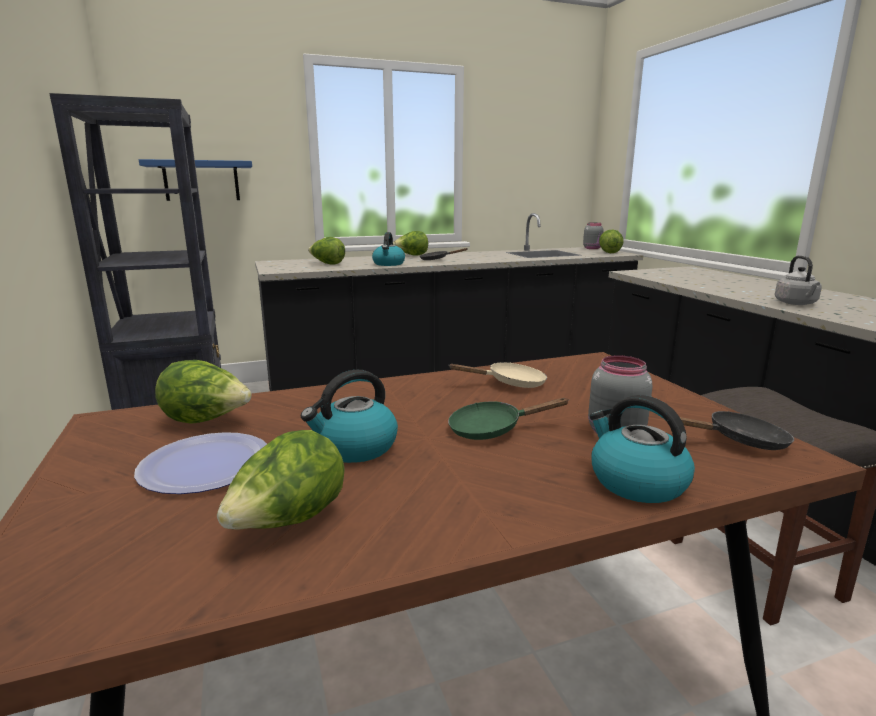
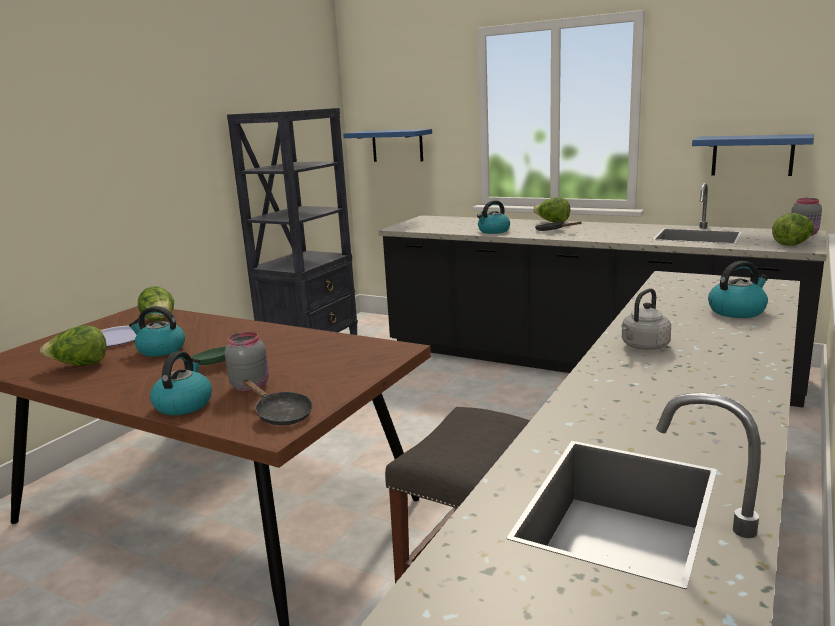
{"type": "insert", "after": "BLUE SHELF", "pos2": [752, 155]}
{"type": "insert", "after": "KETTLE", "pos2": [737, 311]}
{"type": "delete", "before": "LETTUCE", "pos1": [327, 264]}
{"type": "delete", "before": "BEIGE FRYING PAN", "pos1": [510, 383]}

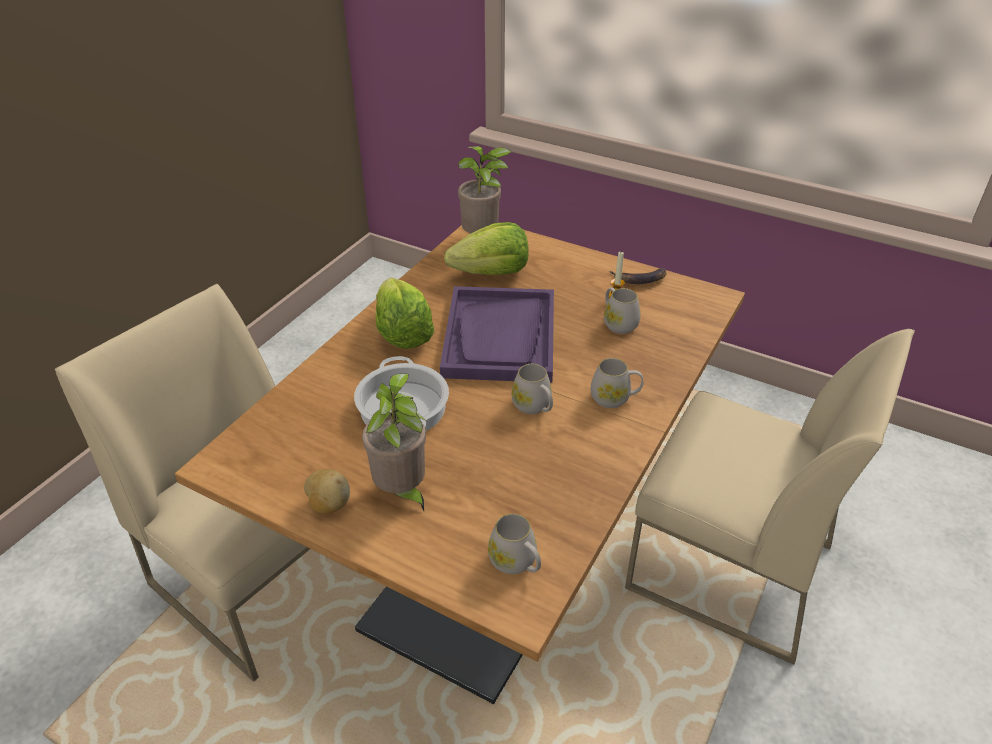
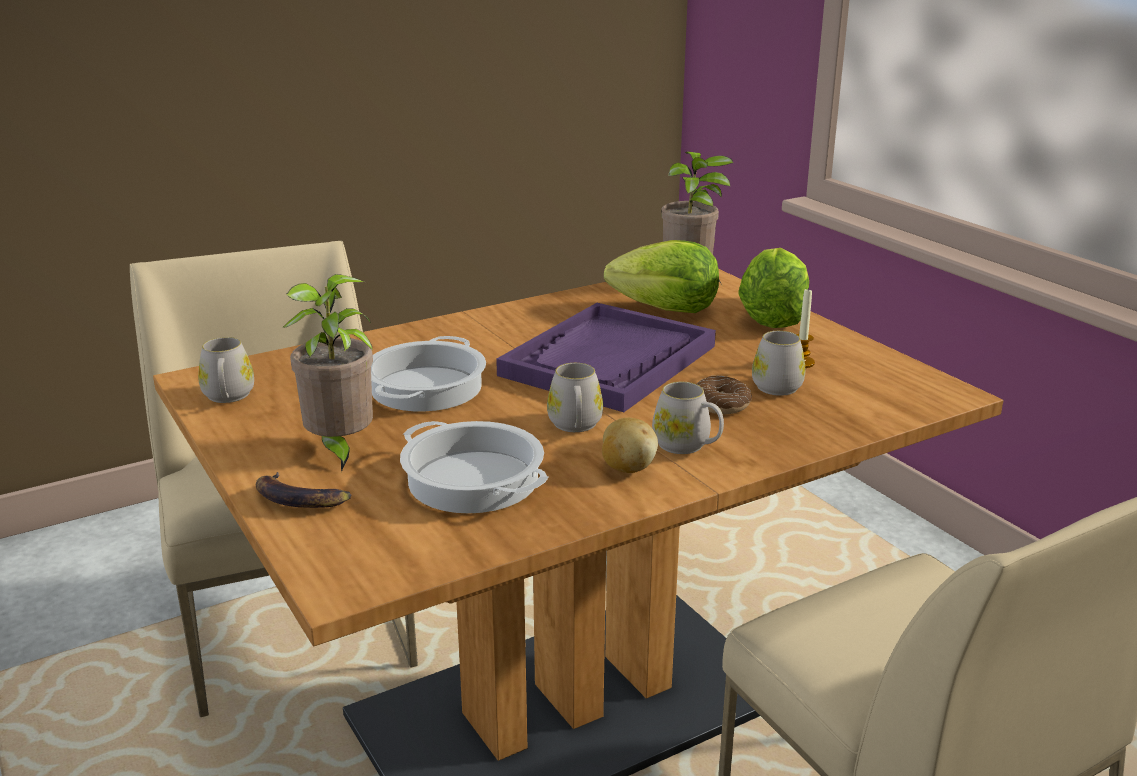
{"type": "move", "before": "WHITE MUG", "pos1": [516, 563], "pos2": [228, 397]}
{"type": "move", "before": "BANANA", "pos1": [639, 279], "pos2": [300, 498]}
{"type": "insert", "after": "COOKING POT", "pos2": [471, 480]}
{"type": "move", "before": "POTATO", "pos1": [328, 504], "pos2": [627, 468]}
{"type": "insert", "after": "DONUT", "pos2": [720, 404]}
{"type": "move", "before": "LETTUCE", "pos1": [402, 333], "pos2": [772, 317]}

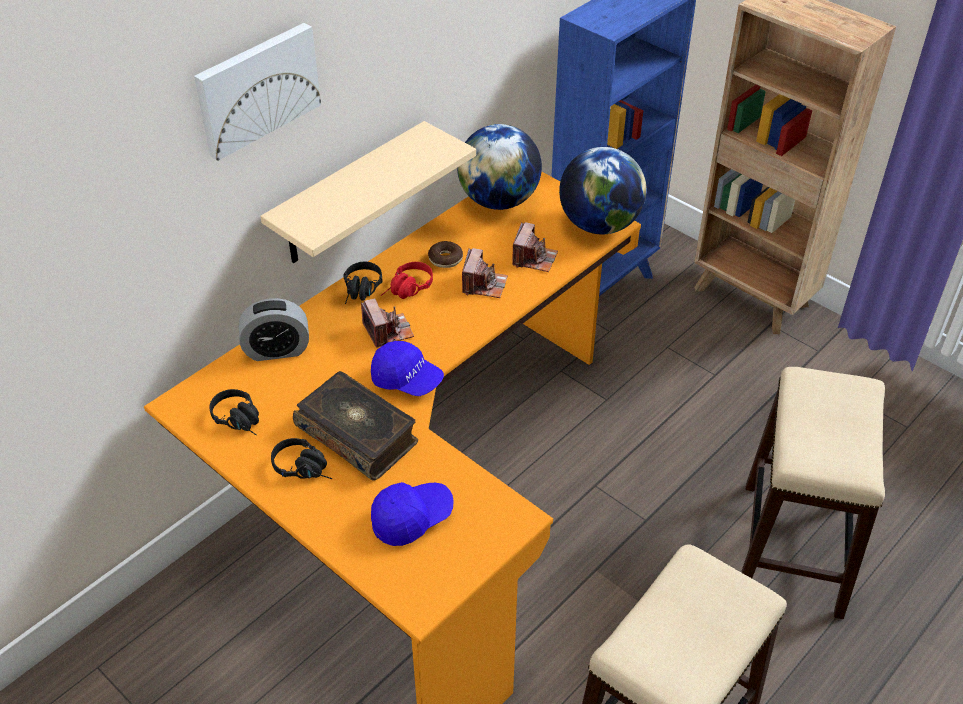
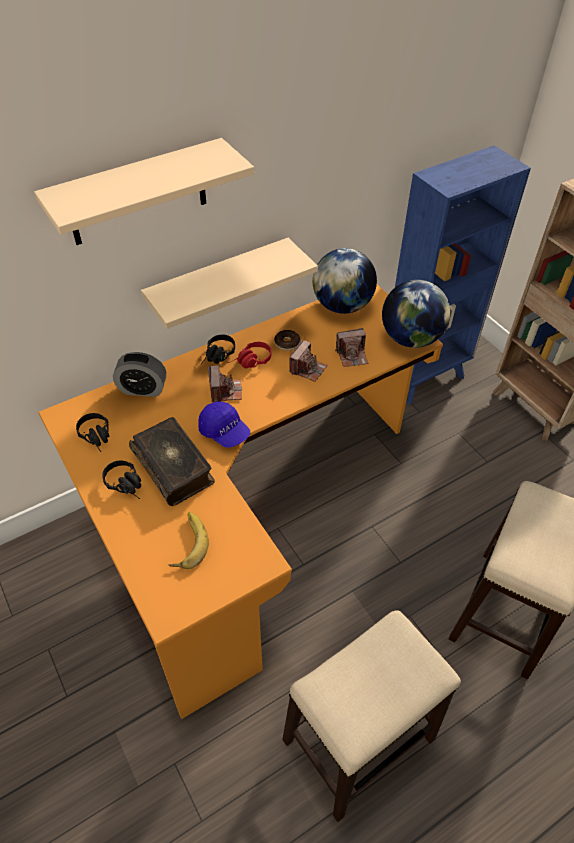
{"type": "replace", "before": "PICTURE", "after": "BEIGE SHELF", "pos1": [256, 88], "pos2": [137, 193]}
{"type": "replace", "before": "BLUE CAP", "after": "BANANA", "pos1": [411, 518], "pos2": [187, 543]}
{"type": "rotate", "before": "PHOTO CAMERA", "pos1": [534, 258], "pos2": [352, 355], "turn": 45}

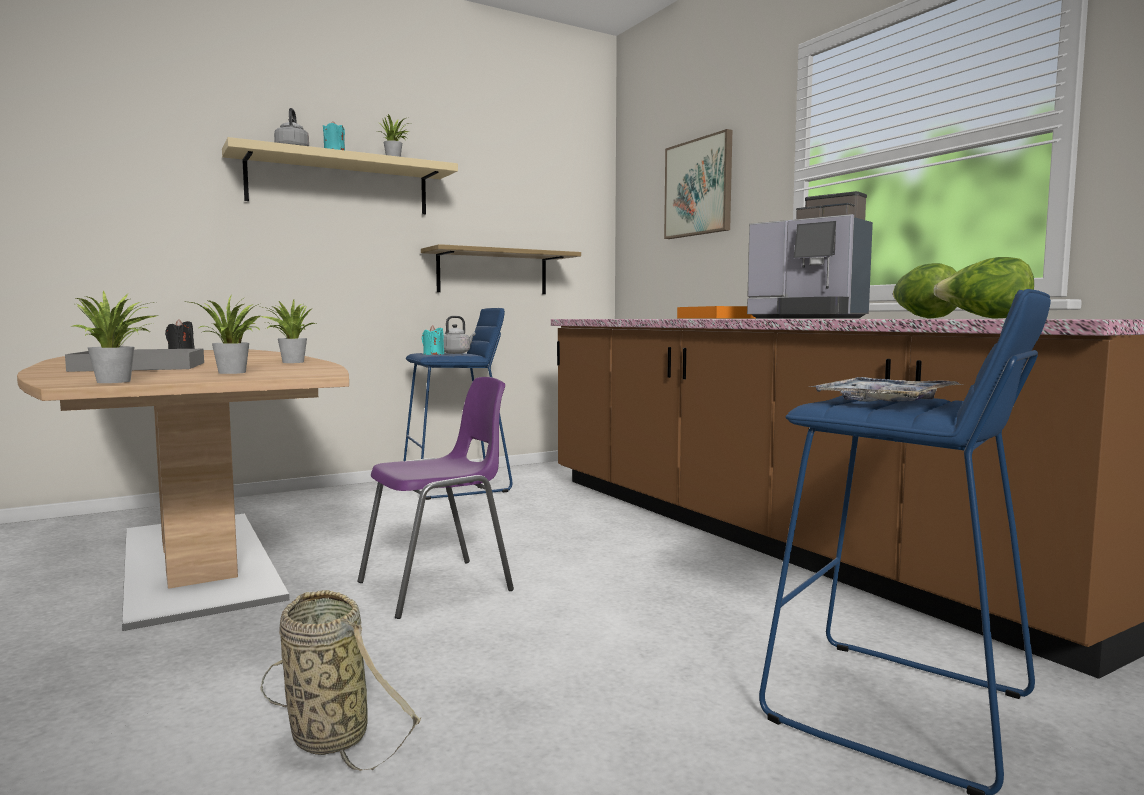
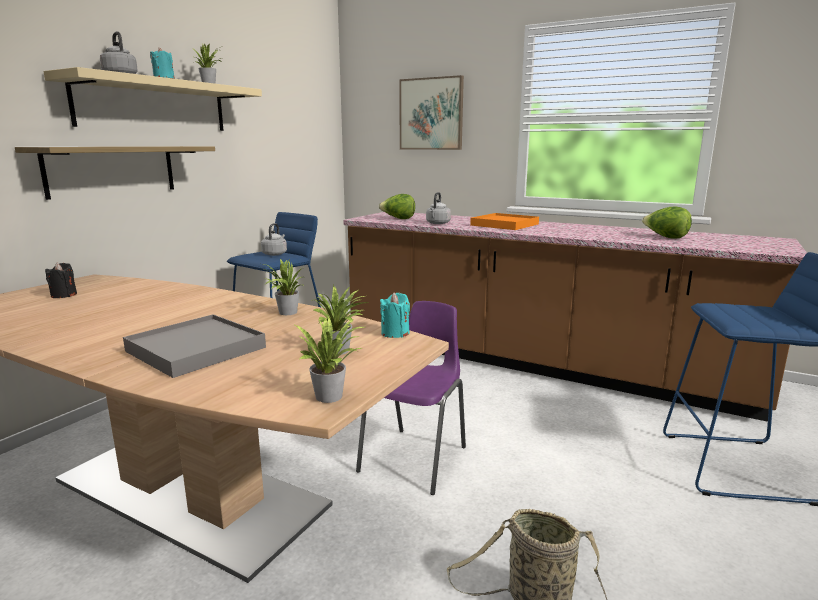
{"type": "move", "before": "SHELF", "pos1": [492, 272], "pos2": [112, 170]}
{"type": "move", "before": "LETTUCE", "pos1": [984, 318], "pos2": [398, 219]}
{"type": "move", "before": "TURQUOISE CANDLE", "pos1": [433, 354], "pos2": [395, 333]}
{"type": "insert", "after": "GREY KETTLE", "pos2": [437, 223]}
{"type": "delete", "before": "COFFEE MACHINE", "pos1": [808, 318]}
{"type": "delete", "before": "TRAY", "pos1": [884, 402]}

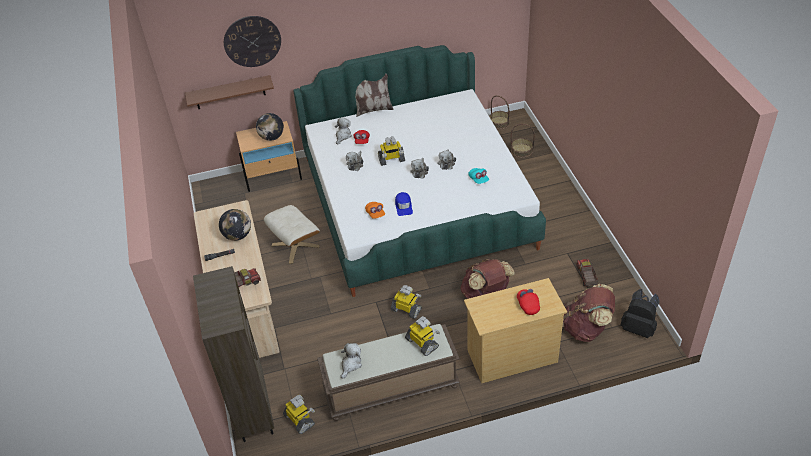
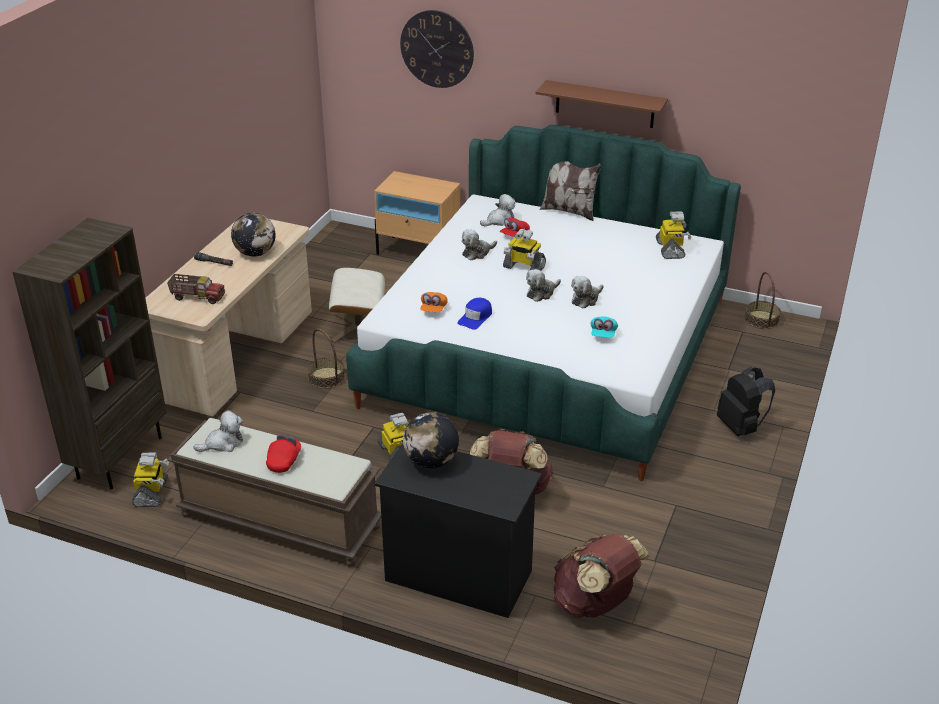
{"type": "move", "before": "RED CAP", "pos1": [528, 305], "pos2": [284, 460]}
{"type": "move", "before": "BASKET", "pos1": [521, 150], "pos2": [326, 378]}
{"type": "recolor", "before": "BEIGE DRESSER", "after": "BLACK DRESSER", "pos1": [511, 356], "pos2": [458, 575]}
{"type": "move", "before": "GLOBE", "pos1": [272, 137], "pos2": [431, 461]}
{"type": "move", "before": "BROWN SHELF", "pos1": [230, 92], "pos2": [605, 104]}
{"type": "move", "before": "TOY ROBOT", "pos1": [422, 343], "pos2": [670, 250]}
{"type": "move", "before": "BLACK BACKPACK", "pos1": [638, 328], "pos2": [741, 427]}
{"type": "delete", "before": "TOY TRUCK", "pos1": [586, 277]}

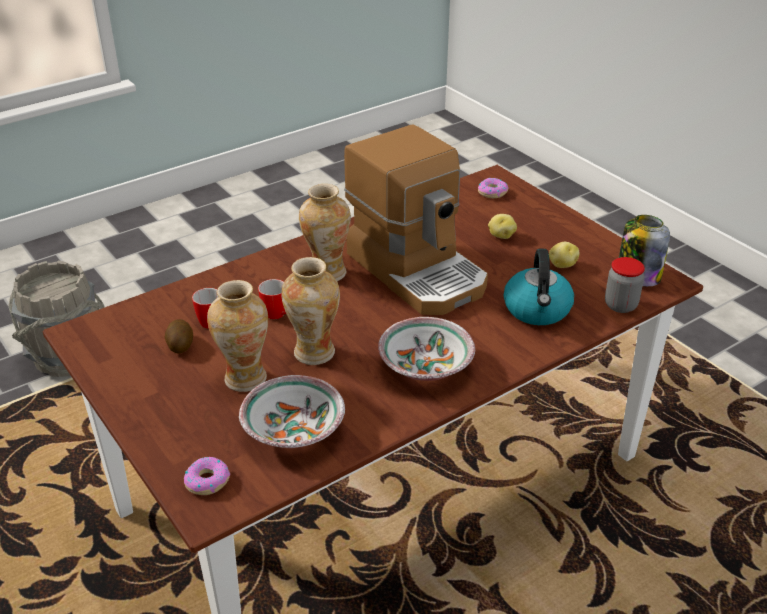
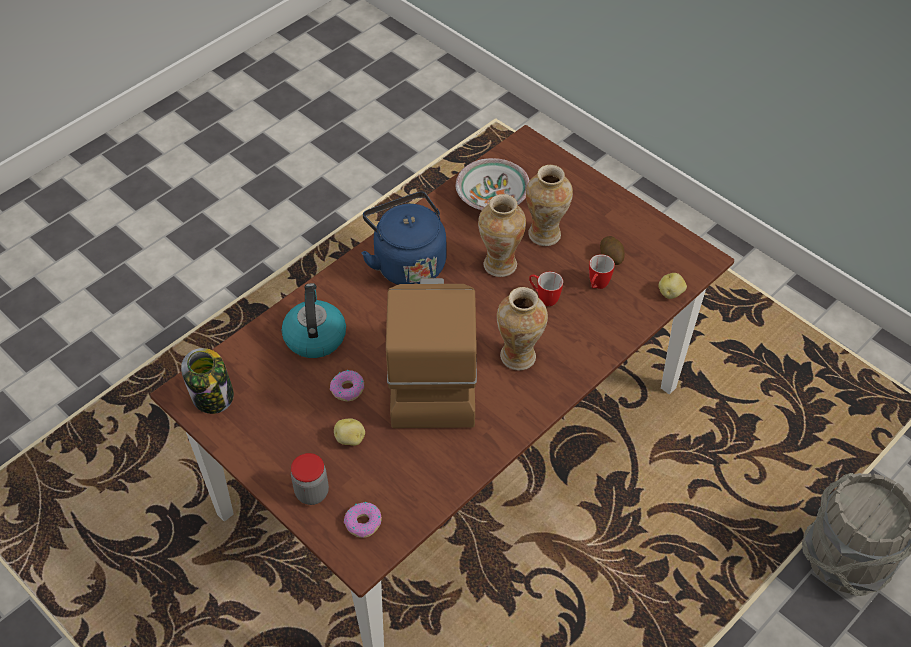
{"type": "move", "before": "JAR", "pos1": [620, 305], "pos2": [312, 492]}
{"type": "move", "before": "DONUT", "pos1": [207, 481], "pos2": [348, 389]}
{"type": "replace", "before": "BOWL", "after": "BLUE KETTLE", "pos1": [425, 367], "pos2": [407, 262]}
{"type": "rotate", "before": "COFFEE MACHINE", "pos1": [418, 270], "pos2": [431, 372], "turn": 45}
{"type": "move", "before": "POTATO", "pos1": [562, 265], "pos2": [671, 293]}

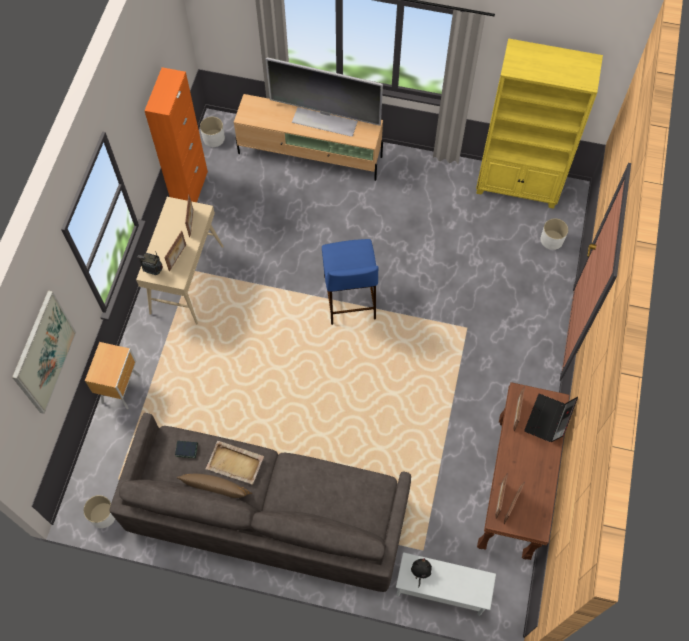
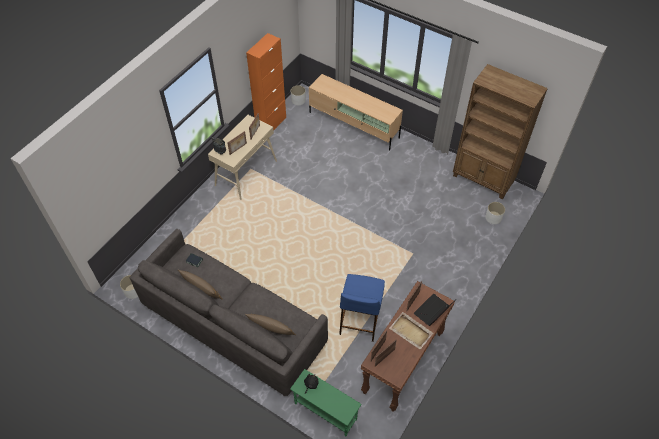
{"type": "insert", "after": "BROWN PILLOW", "pos2": [271, 330]}
{"type": "recolor", "before": "WHITE SIDE TABLE", "after": "GREEN SIDE TABLE", "pos1": [440, 592], "pos2": [325, 412]}
{"type": "move", "before": "BLUE STOOL", "pos1": [349, 296], "pos2": [360, 318]}
{"type": "move", "before": "BEIGE TRAY", "pos1": [235, 463], "pos2": [411, 331]}
{"type": "recolor", "before": "YELLOW BOOKCASE", "after": "BROWN BOOKCASE", "pos1": [518, 186], "pos2": [483, 179]}
{"type": "delete", "before": "PICTURE", "pos1": [44, 353]}
{"type": "delete", "before": "BROWN NIGHTSTAND", "pos1": [122, 388]}
{"type": "delete", "before": "TELEVISION", "pos1": [325, 121]}

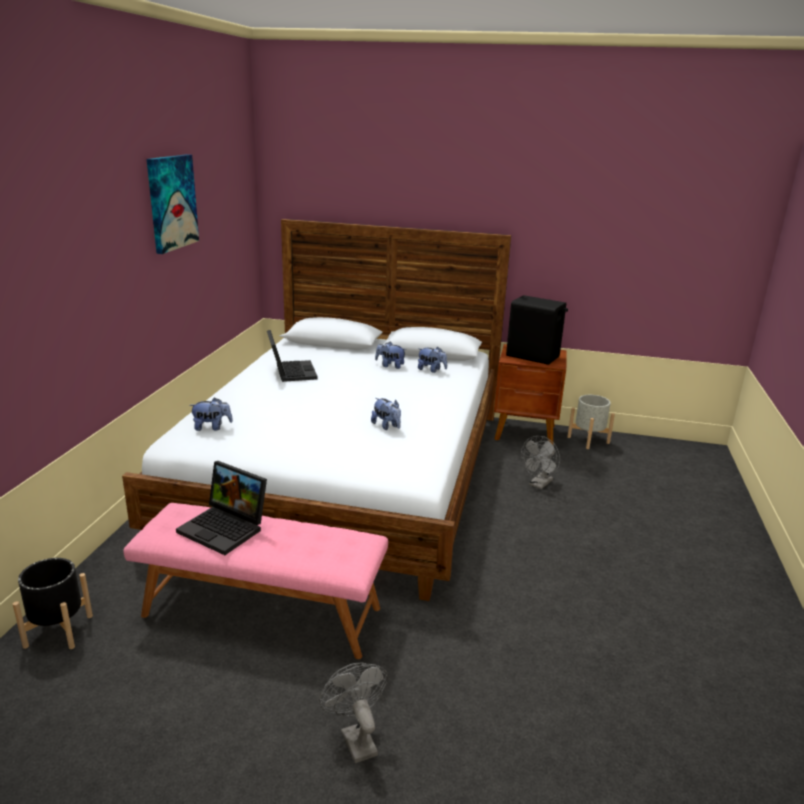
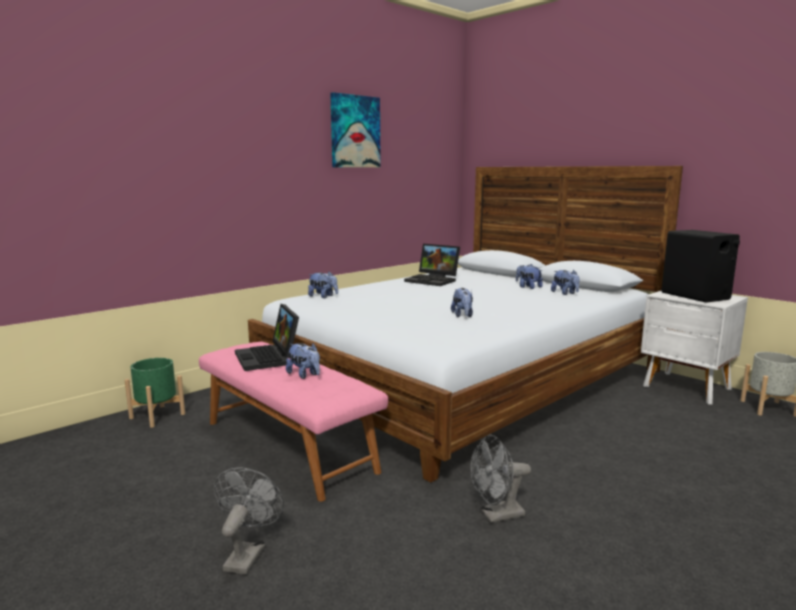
{"type": "recolor", "before": "BLACK PLANTER", "after": "GREEN PLANTER", "pos1": [58, 631], "pos2": [157, 416]}
{"type": "insert", "after": "PLUSH TOY", "pos2": [304, 375]}
{"type": "rotate", "before": "LAPTOP", "pos1": [290, 372], "pos2": [433, 280], "turn": 105}
{"type": "move", "before": "GREY FAN", "pos1": [539, 484], "pos2": [496, 515]}
{"type": "recolor", "before": "BROWN NIGHTSTAND", "after": "WHITE NIGHTSTAND", "pos1": [525, 433], "pos2": [687, 388]}

